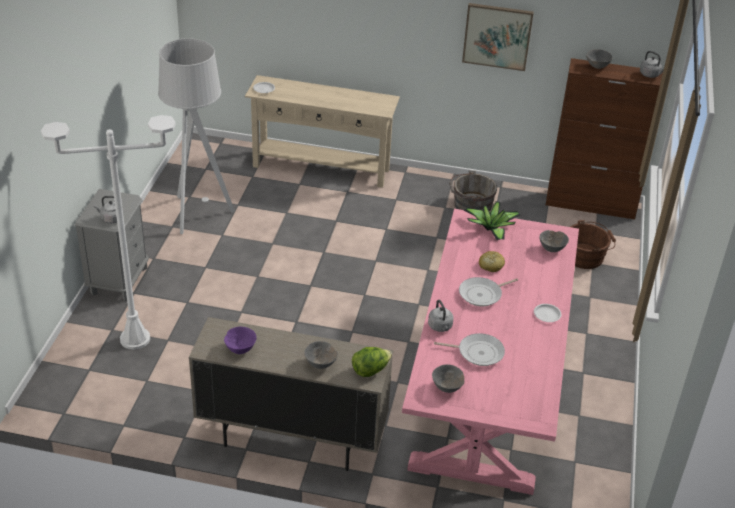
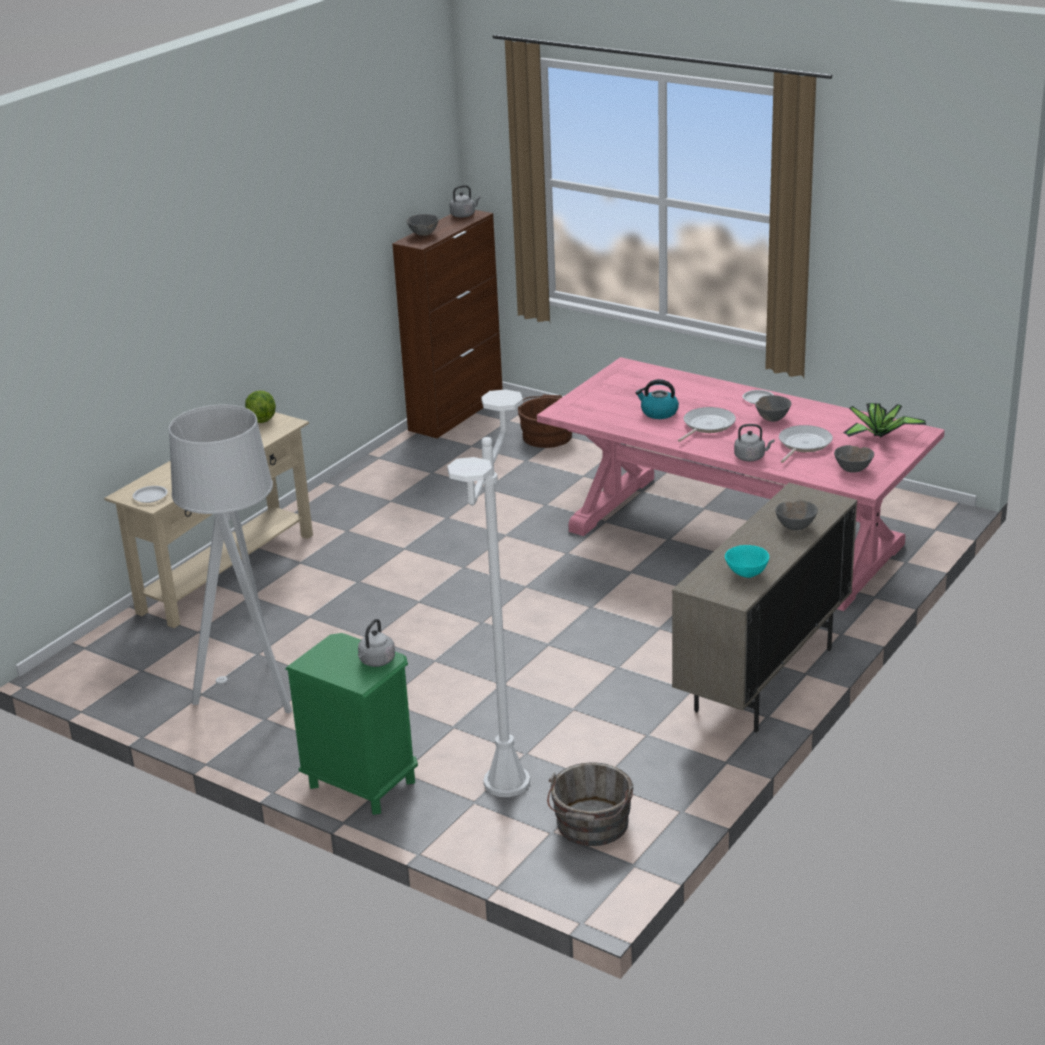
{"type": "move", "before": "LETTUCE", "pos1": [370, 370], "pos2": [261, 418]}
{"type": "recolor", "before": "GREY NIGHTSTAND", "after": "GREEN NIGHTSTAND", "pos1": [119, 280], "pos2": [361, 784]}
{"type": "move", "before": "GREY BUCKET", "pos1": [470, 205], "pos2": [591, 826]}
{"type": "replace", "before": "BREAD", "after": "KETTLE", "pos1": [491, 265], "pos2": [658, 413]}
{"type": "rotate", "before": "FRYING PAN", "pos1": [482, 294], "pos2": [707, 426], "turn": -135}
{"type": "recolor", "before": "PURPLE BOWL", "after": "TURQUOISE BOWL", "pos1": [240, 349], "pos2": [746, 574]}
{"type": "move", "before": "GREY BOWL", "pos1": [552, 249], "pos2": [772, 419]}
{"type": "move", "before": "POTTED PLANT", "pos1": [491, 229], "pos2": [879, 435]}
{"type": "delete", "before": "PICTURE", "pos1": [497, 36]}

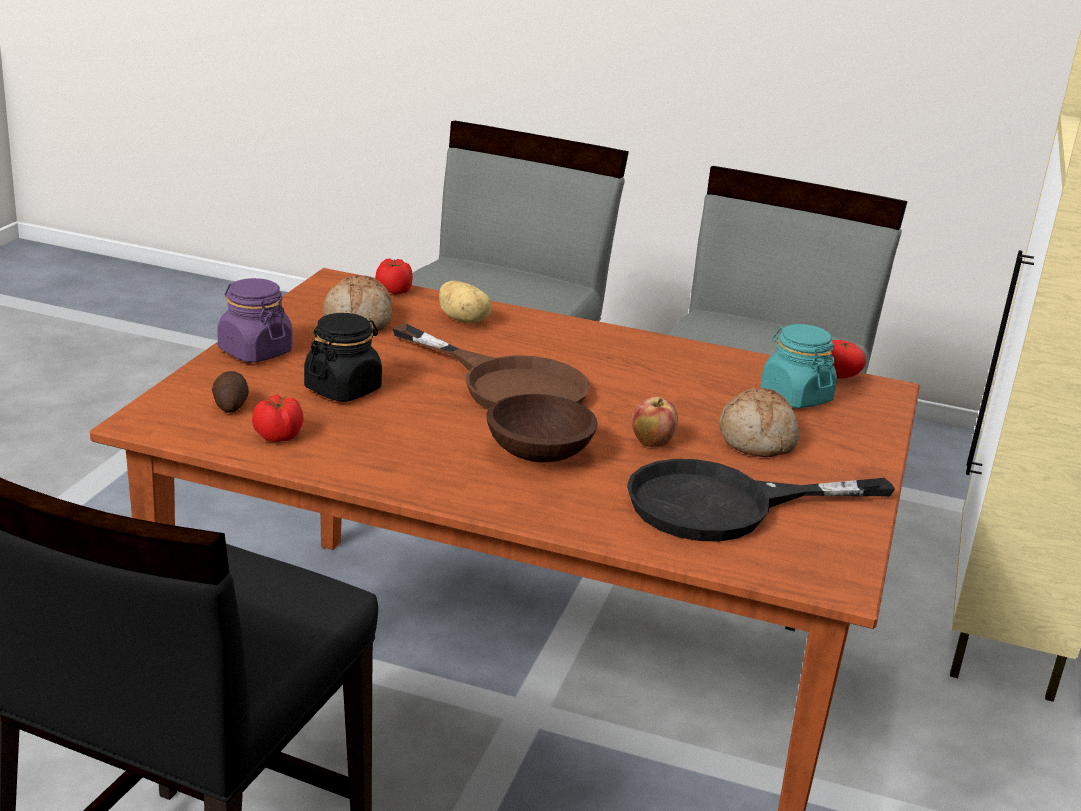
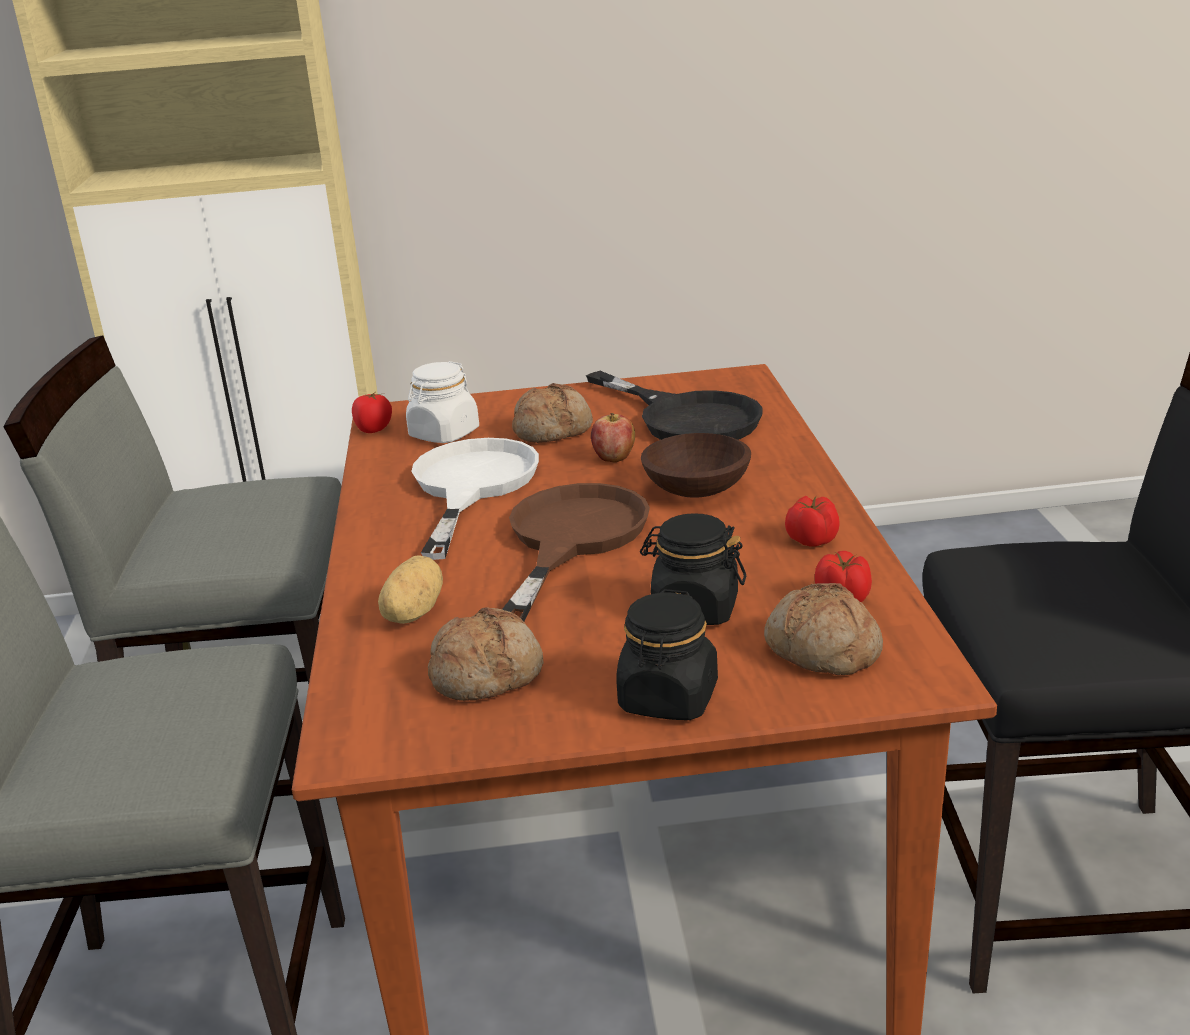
{"type": "recolor", "before": "TURQUOISE JAR", "after": "WHITE JAR", "pos1": [795, 397], "pos2": [444, 434]}
{"type": "insert", "after": "WHITE FRYING PAN", "pos2": [471, 487]}
{"type": "recolor", "before": "PURPLE JAR", "after": "BLACK JAR", "pos1": [254, 351], "pos2": [668, 699]}
{"type": "replace", "before": "POTATO", "after": "BREAD", "pos1": [230, 405], "pos2": [821, 651]}
{"type": "move", "before": "TOMATO", "pos1": [394, 291], "pos2": [811, 540]}

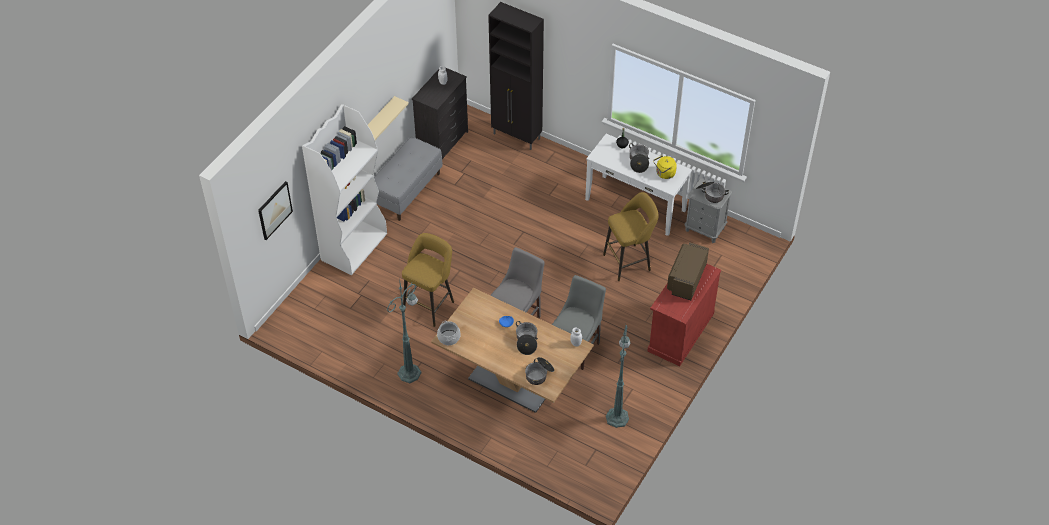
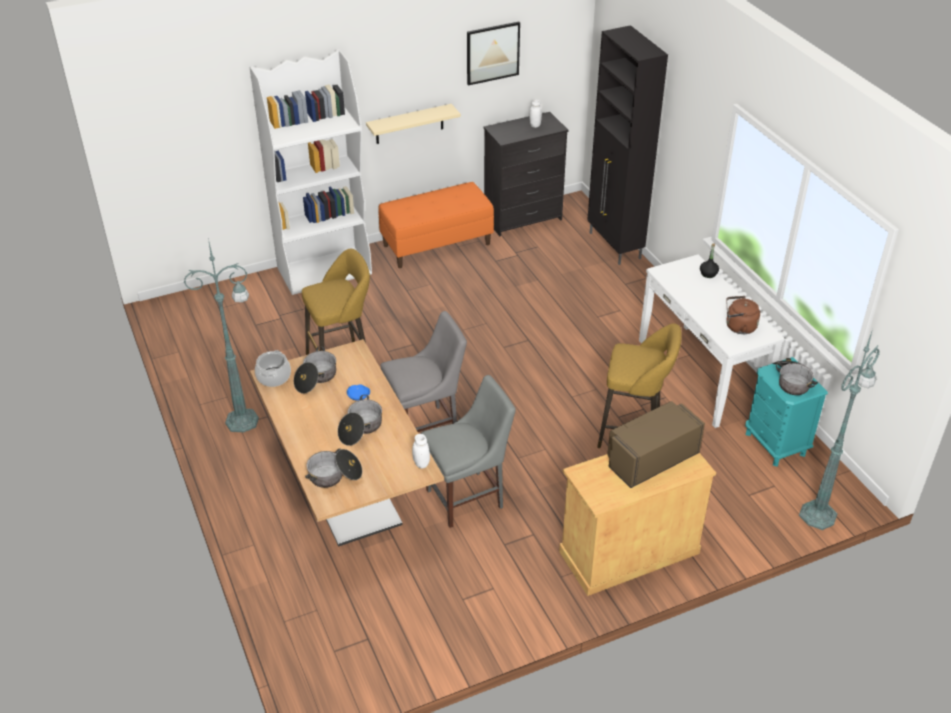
{"type": "move", "before": "COOKING POT", "pos1": [638, 162], "pos2": [316, 378]}
{"type": "recolor", "before": "GREY BENCH", "after": "ORANGE BENCH", "pos1": [406, 190], "pos2": [437, 244]}
{"type": "move", "before": "PICTURE", "pos1": [274, 210], "pos2": [492, 53]}
{"type": "recolor", "before": "RED CABINET", "after": "BEIGE CABINET", "pos1": [680, 332], "pos2": [628, 552]}
{"type": "recolor", "before": "YELLOW KETTLE", "after": "BROWN KETTLE", "pos1": [664, 174], "pos2": [738, 327]}
{"type": "recolor", "before": "GREY NIGHTSTAND", "after": "TURQUOISE NIGHTSTAND", "pos1": [705, 229], "pos2": [776, 444]}
{"type": "move", "before": "GREEN FLOOR LAMP", "pos1": [617, 416], "pos2": [819, 514]}

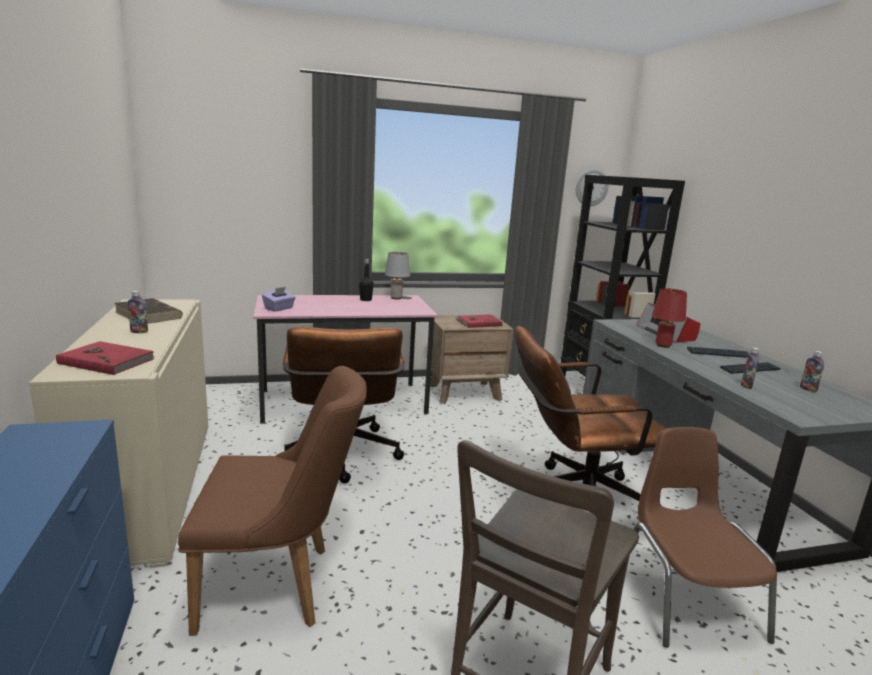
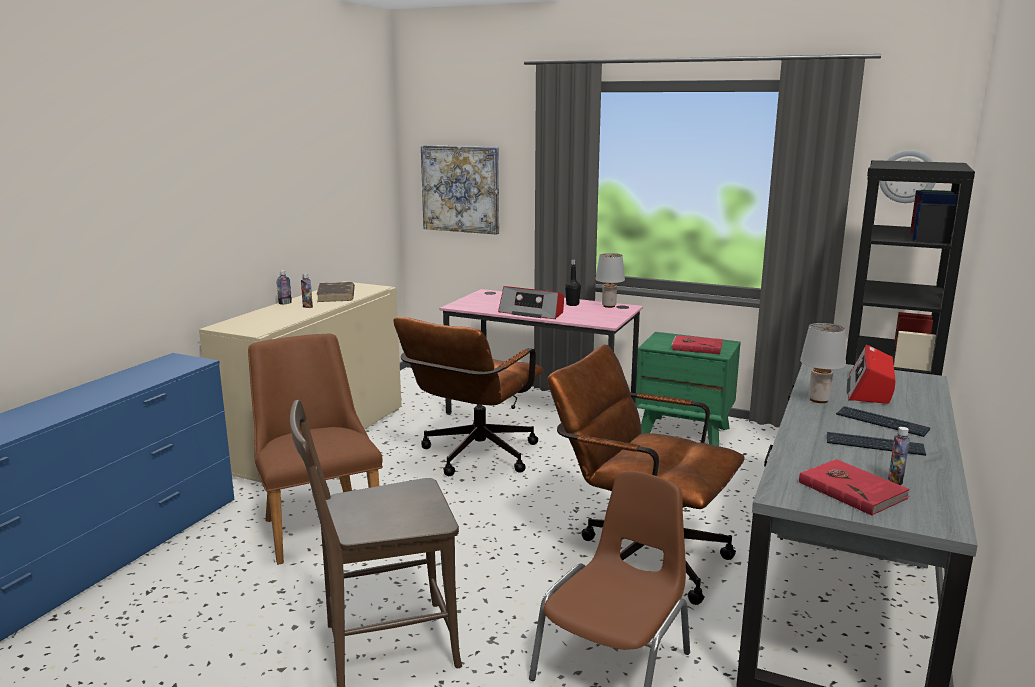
{"type": "rotate", "before": "BROWN CHAIR", "pos1": [279, 585], "pos2": [317, 524], "turn": -150}
{"type": "move", "before": "BOTTLE", "pos1": [746, 386], "pos2": [285, 303]}
{"type": "insert", "after": "PICTURE", "pos2": [460, 189]}
{"type": "insert", "after": "RADIO", "pos2": [532, 312]}
{"type": "recolor", "before": "BROWN NIGHTSTAND", "after": "GREEN NIGHTSTAND", "pos1": [464, 392], "pos2": [685, 432]}
{"type": "move", "before": "RED BOOK", "pos1": [107, 361], "pos2": [852, 489]}
{"type": "recolor", "before": "RED TABLE LAMP", "after": "GREY TABLE LAMP", "pos1": [663, 345], "pos2": [819, 400]}
{"type": "delete", "before": "PURPLE TISSUE BOX", "pos1": [279, 308]}

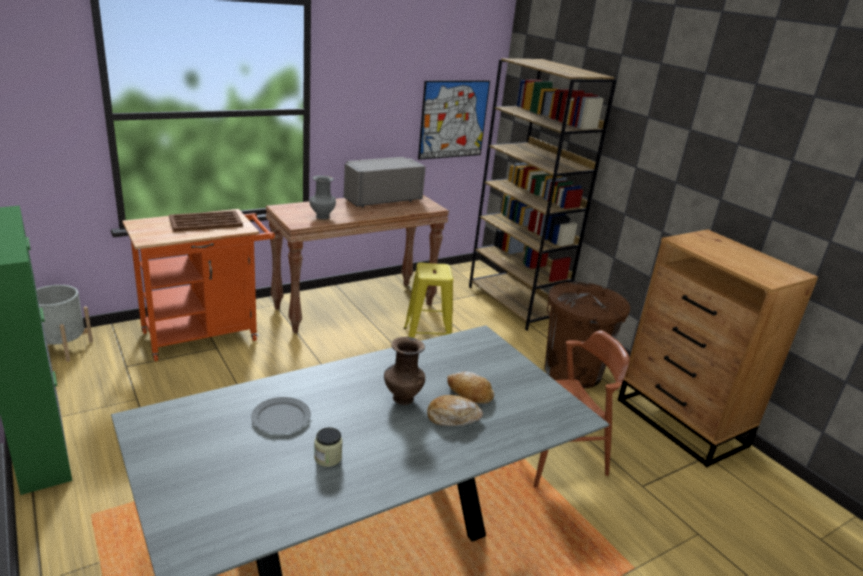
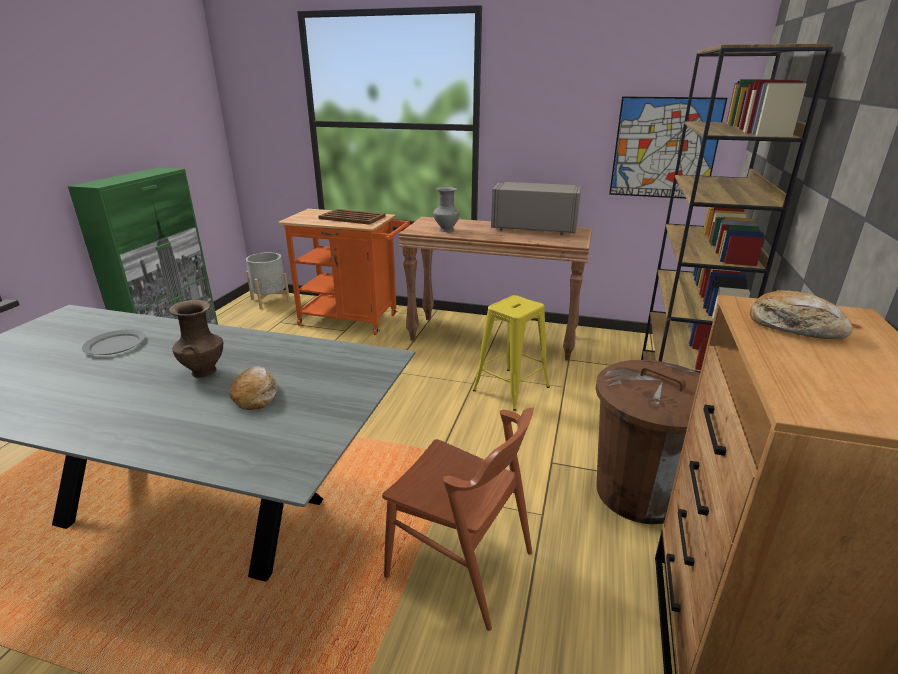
{"type": "move", "before": "BREAD", "pos1": [453, 417], "pos2": [794, 327]}
{"type": "delete", "before": "JAR", "pos1": [328, 457]}

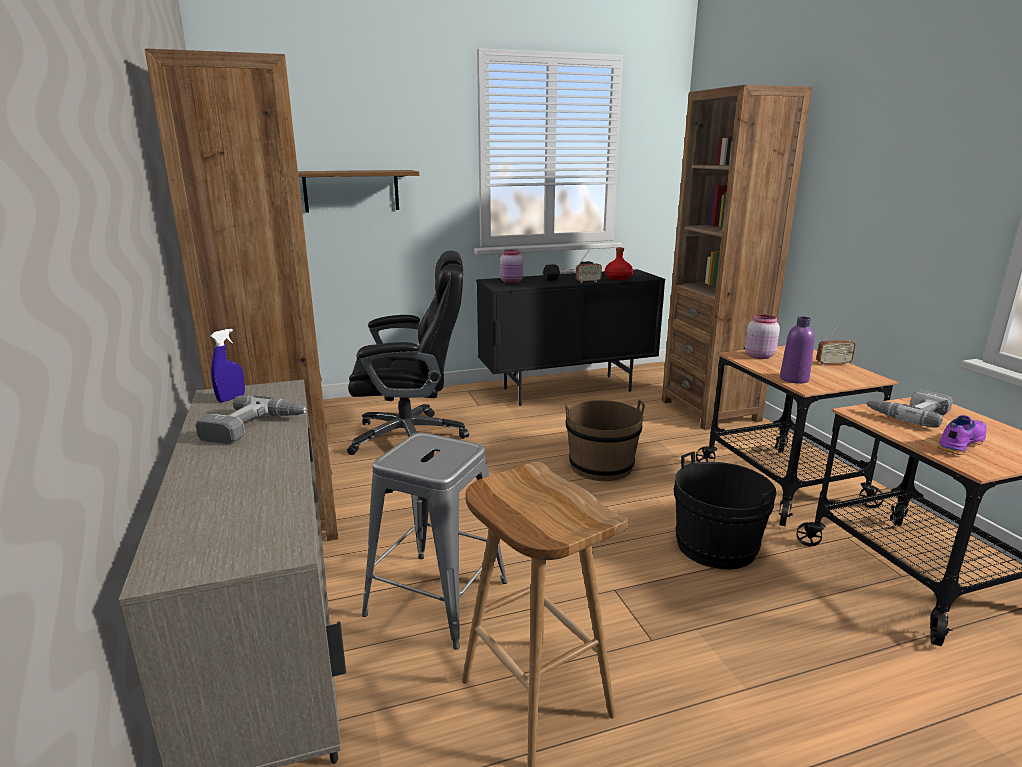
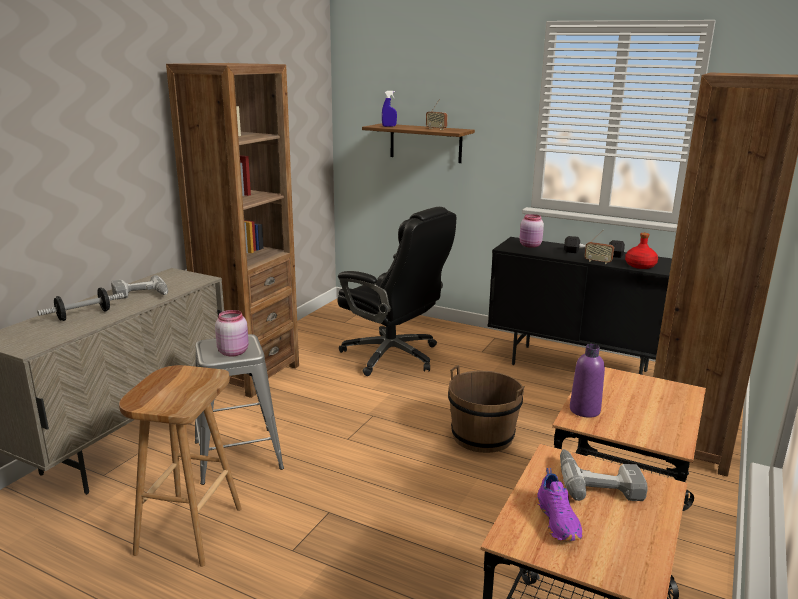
{"type": "insert", "after": "DUMBBELL", "pos2": [84, 315]}
{"type": "move", "before": "PINK JAR", "pos1": [758, 355], "pos2": [233, 352]}
{"type": "move", "before": "BLUE SPRAY BOTTLE", "pos1": [231, 398], "pos2": [389, 126]}
{"type": "move", "before": "RADIO", "pos1": [833, 364], "pos2": [436, 129]}
{"type": "rotate", "before": "PURPLE SHOE", "pos1": [958, 444], "pos2": [559, 521], "turn": 75}
{"type": "delete", "before": "BLACK BUCKET", "pos1": [716, 546]}

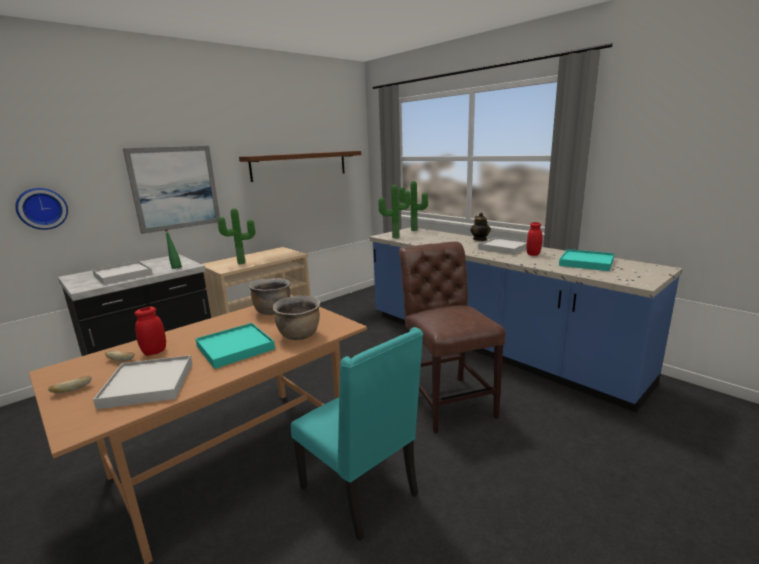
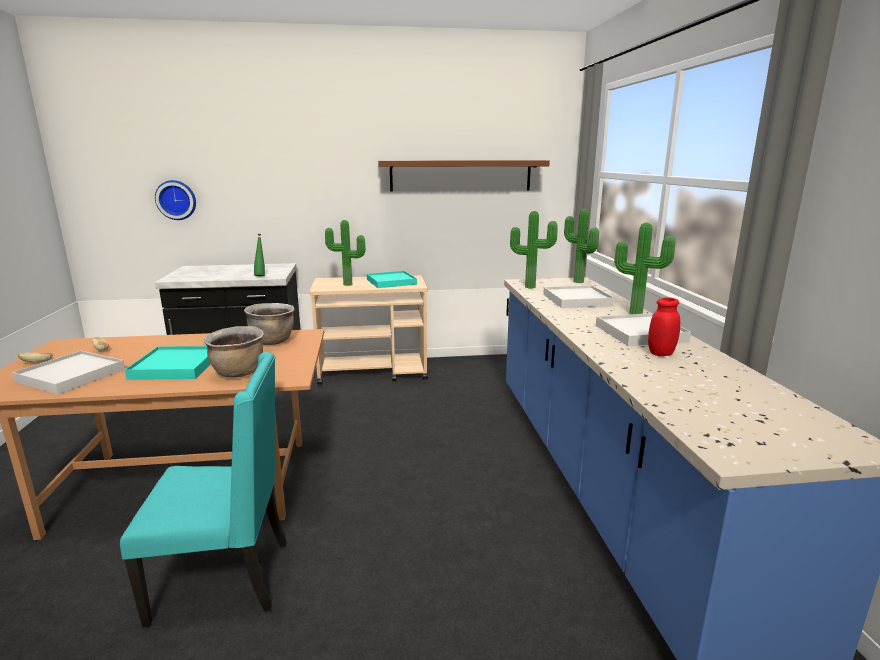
{"type": "rotate", "before": "TURQUOISE CHAIR", "pos1": [362, 491], "pos2": [226, 579], "turn": -90}
{"type": "move", "before": "TURQUOISE TRAY", "pos1": [586, 262], "pos2": [391, 282]}
{"type": "move", "before": "WHITE TRAY", "pos1": [123, 275], "pos2": [576, 300]}
{"type": "replace", "before": "TEAPOT", "after": "POTTED PLANT", "pos1": [480, 239], "pos2": [636, 313]}
{"type": "delete", "before": "PICTURE", "pos1": [175, 188]}
{"type": "delete", "before": "RED JAR", "pos1": [154, 352]}
{"type": "delete", "before": "BROWN CHAIR", "pos1": [447, 399]}

